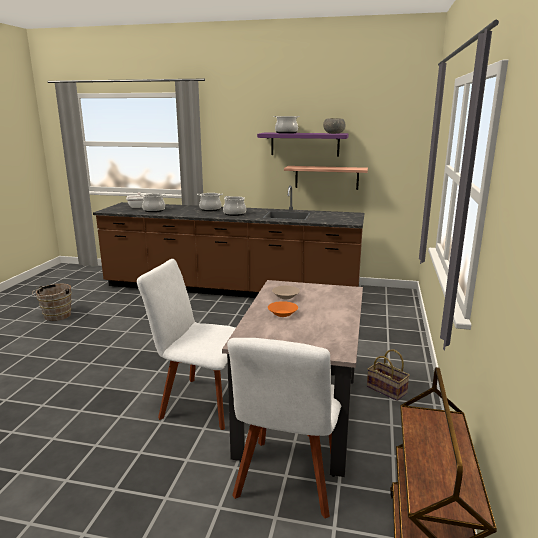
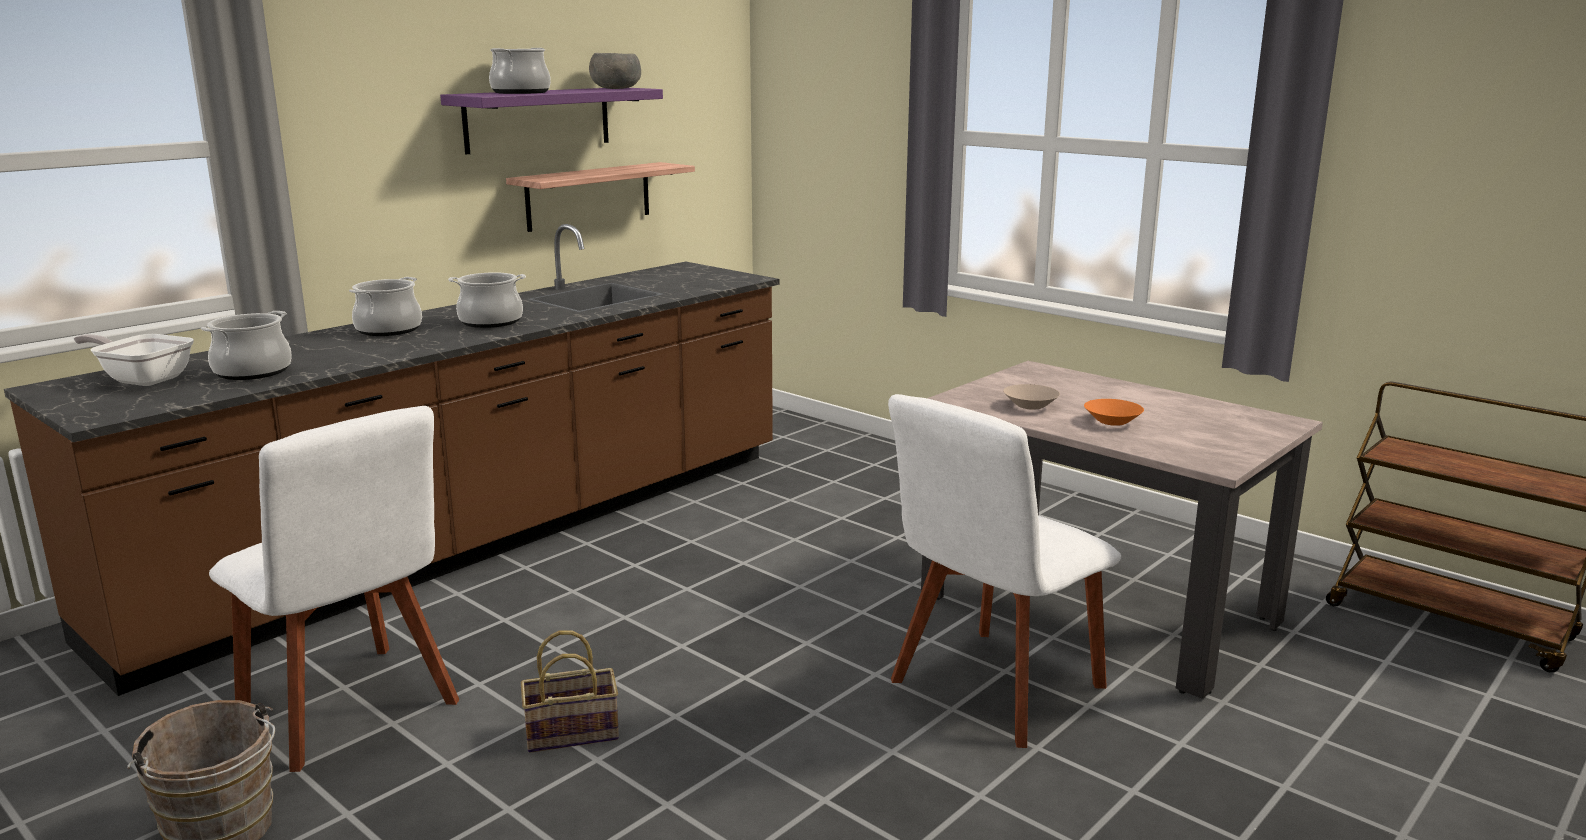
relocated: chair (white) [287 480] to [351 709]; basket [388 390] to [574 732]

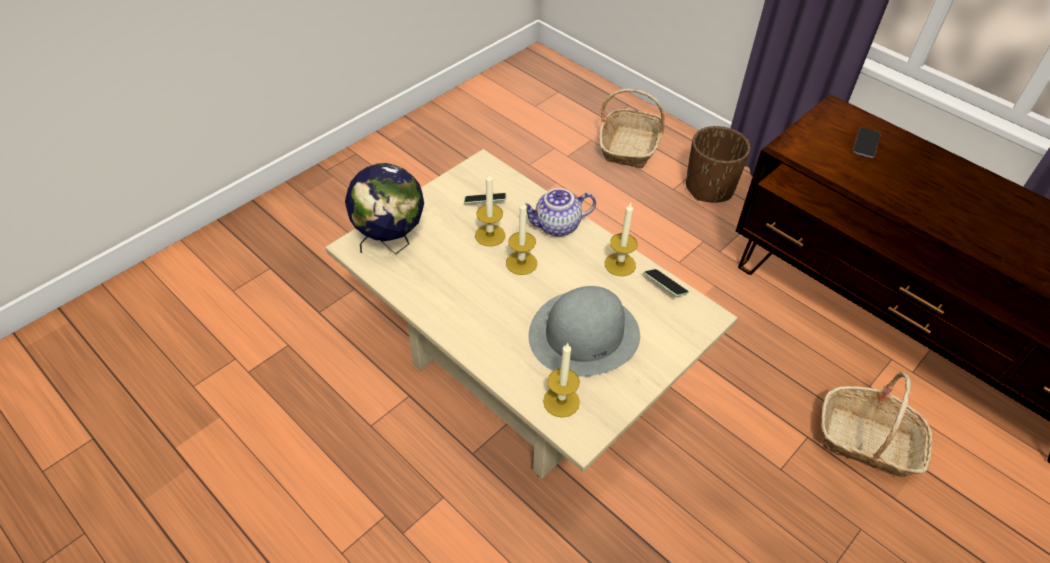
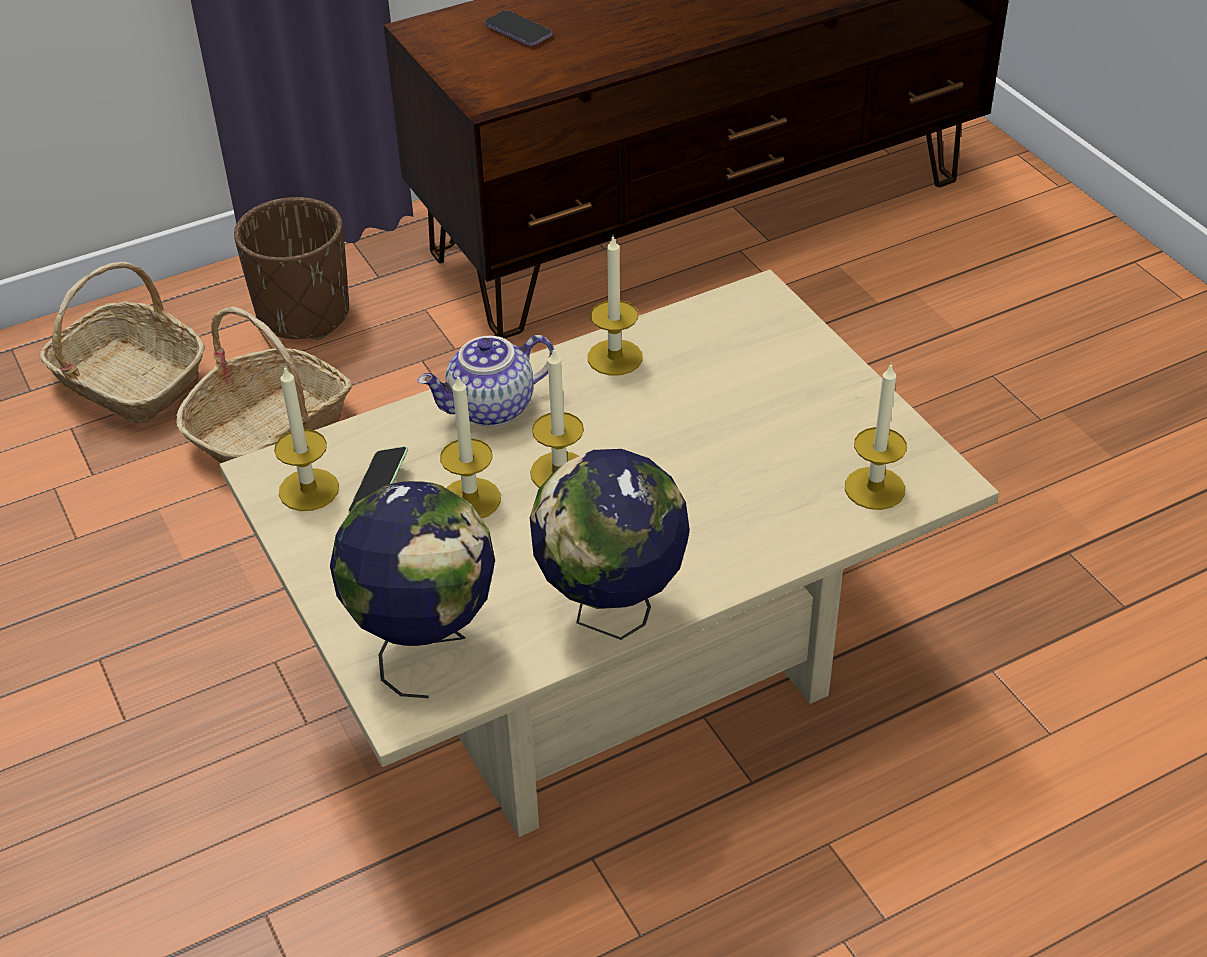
missing: hat (grey) [584 334]; phone [664 286]
appeared: candle [308 490]; globe [611 612]
relocated: basket [868 441] to [270 429]
spun: teapot [557 226] = [491 409] 60 degrees clockwise

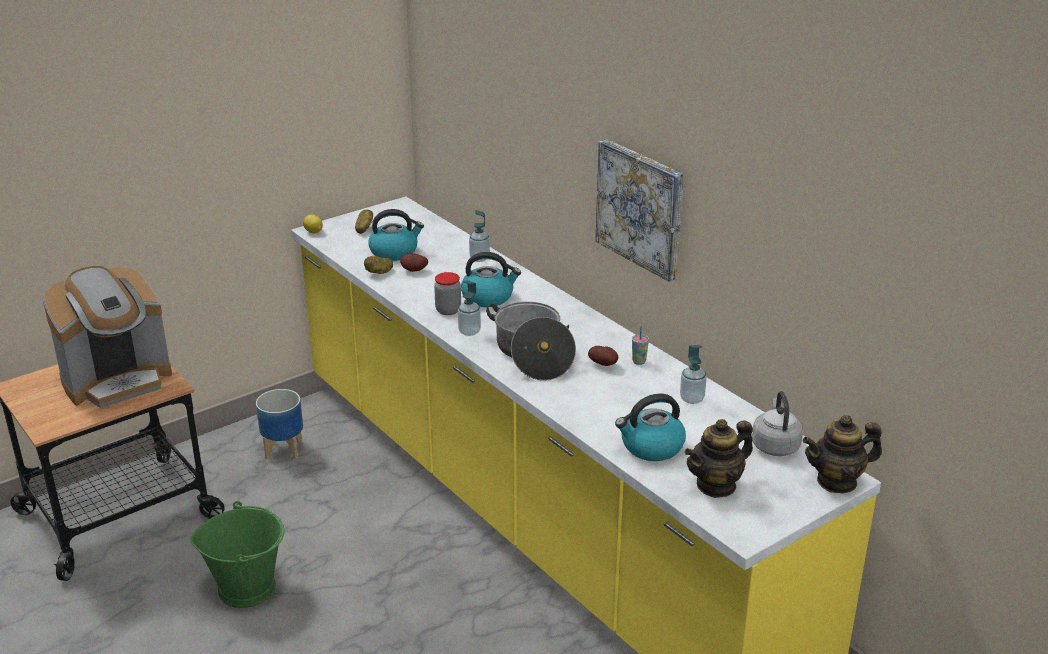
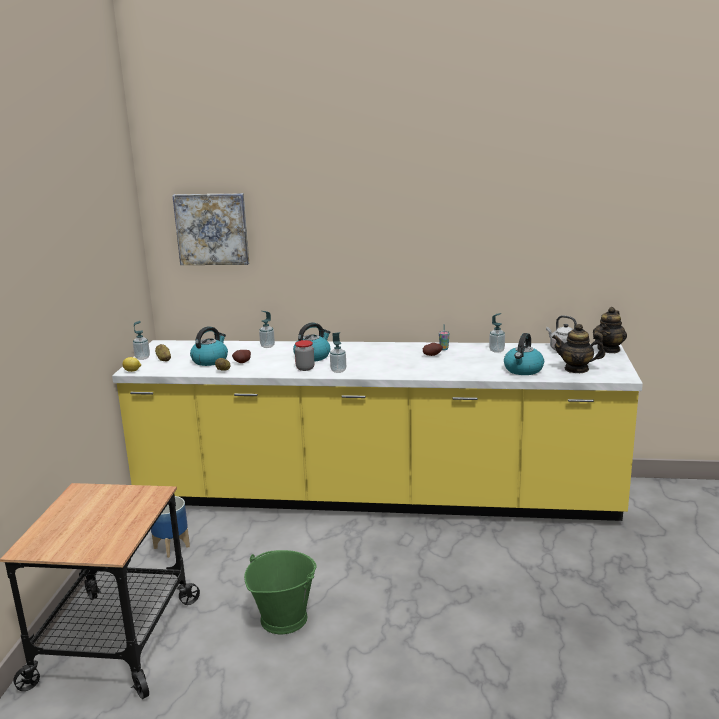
missing: coffee machine [117 380]; cooking pot [532 355]
appeared: soap dispenser [142 358]
relocated: picture [641 208] to [212 229]
spun: teapot [716 485] = [576 369] 90 degrees clockwise

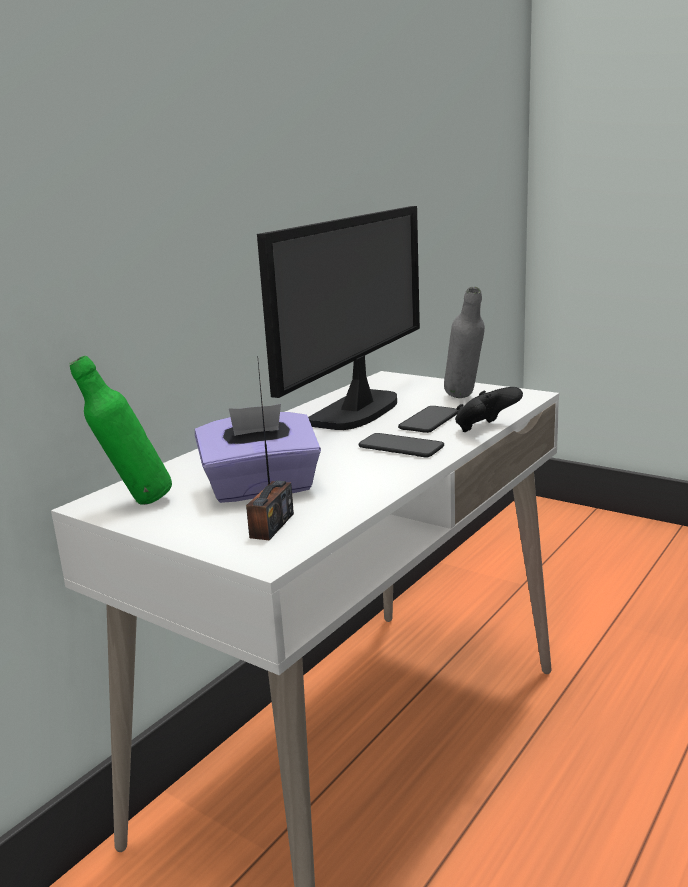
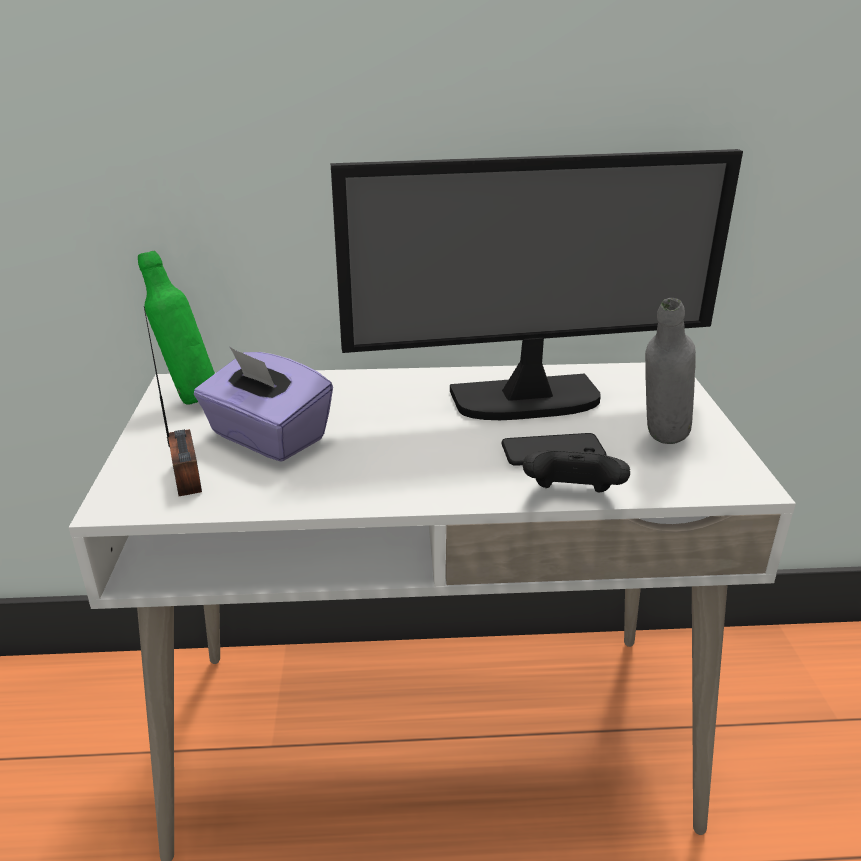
missing: phone [401 447]
spun: radio [271 525] = [186 477] 90 degrees counterclockwise

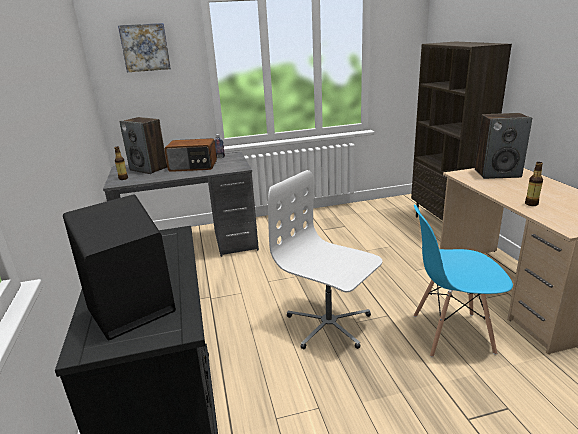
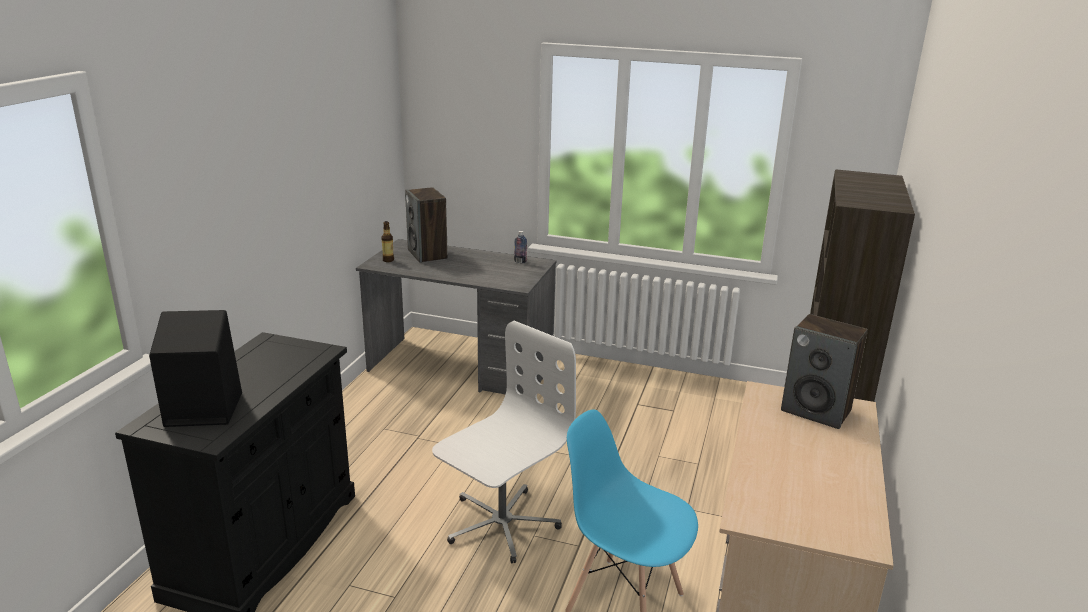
missing: picture [145 47]; radio [193 166]; bottle [531 204]
spun: office chair (white) [328 325] = [501 524] 60 degrees clockwise

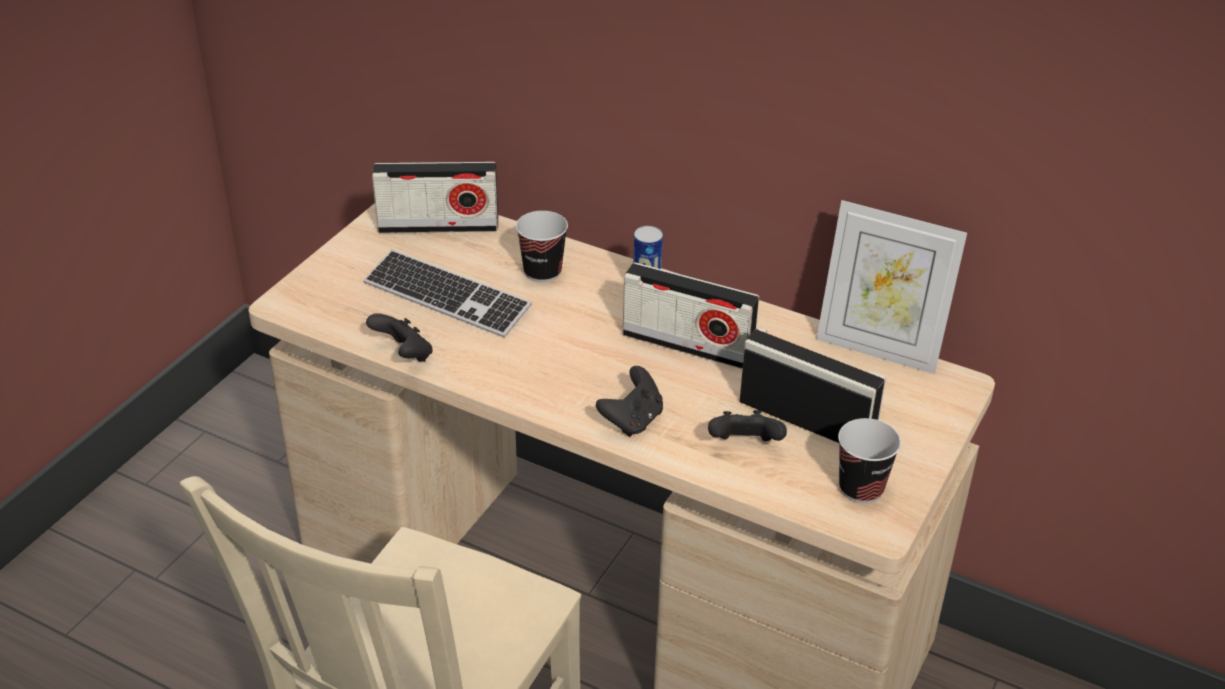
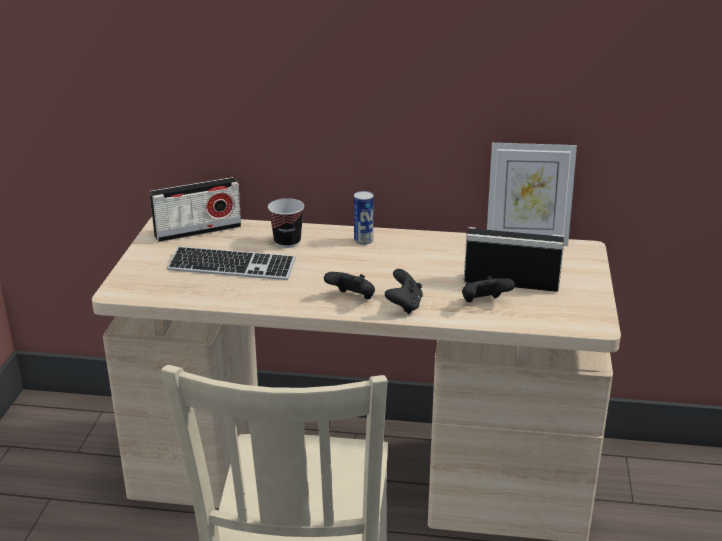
missing: radio [687 345]; cup [861 488]
relocated: game controller (black) [404 355] to [352 299]

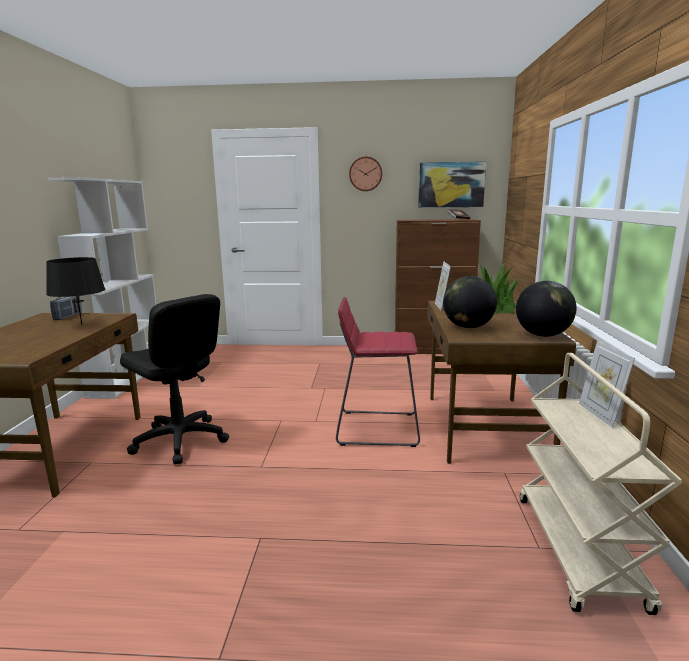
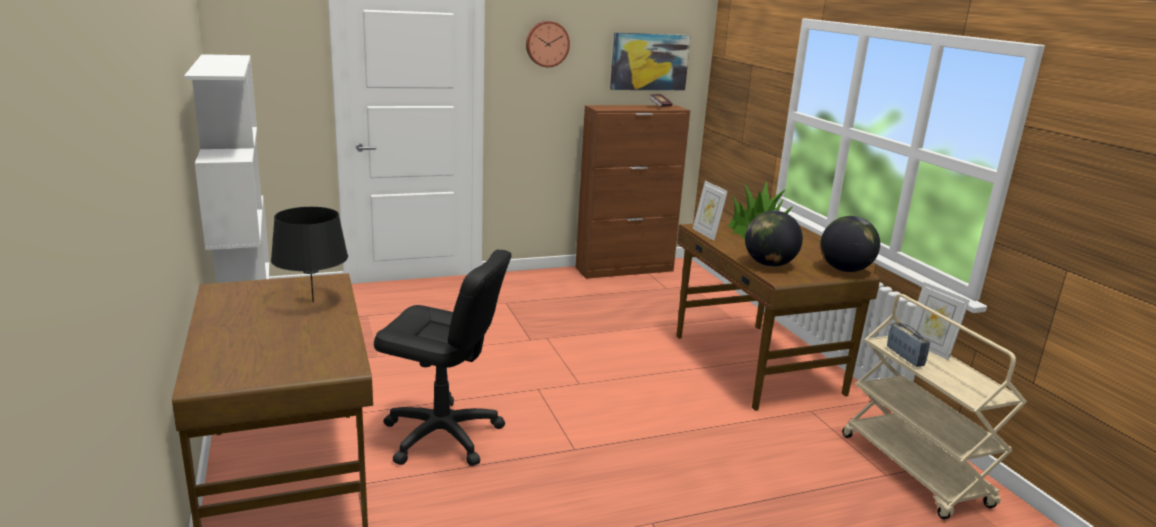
missing: stool (red) [377 428]
relocated: radio [68 317] to [905 356]

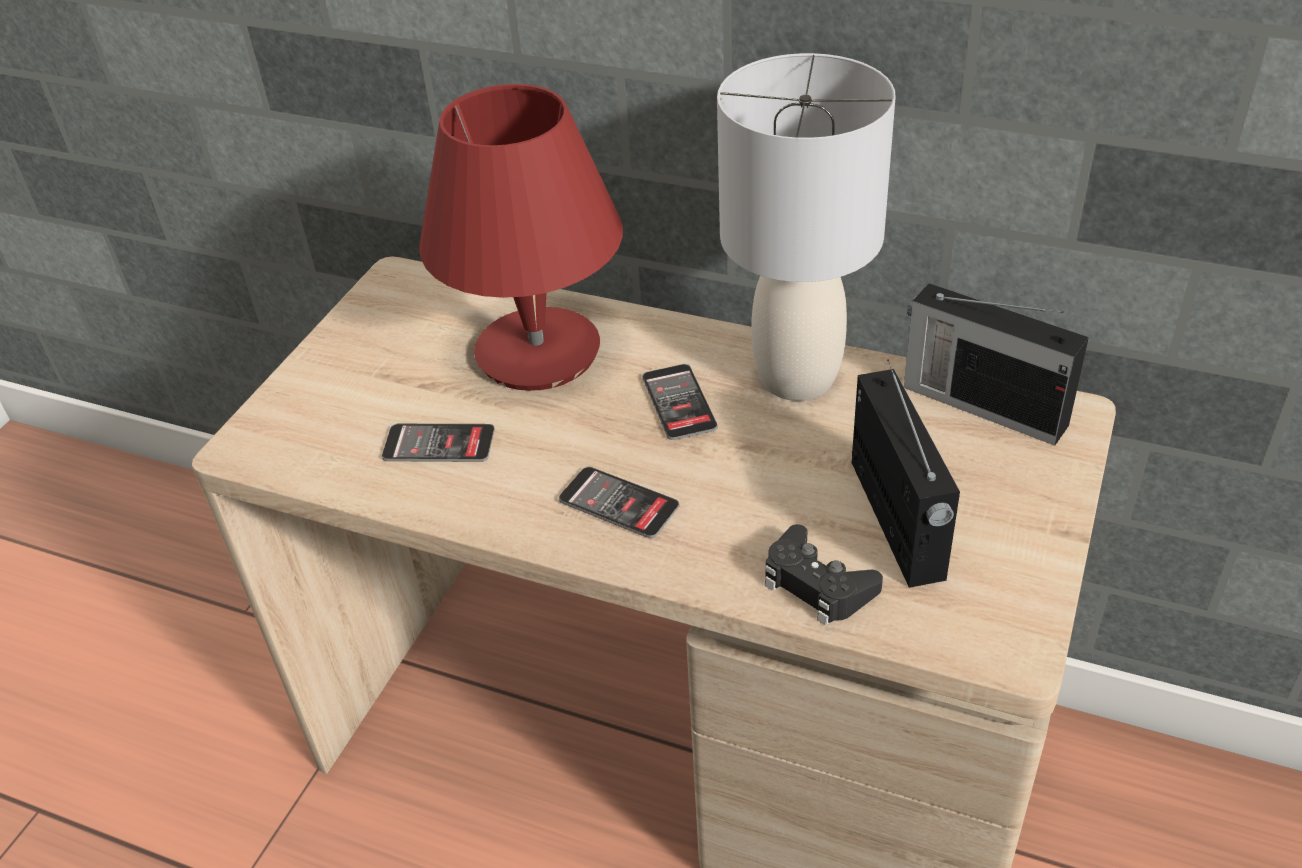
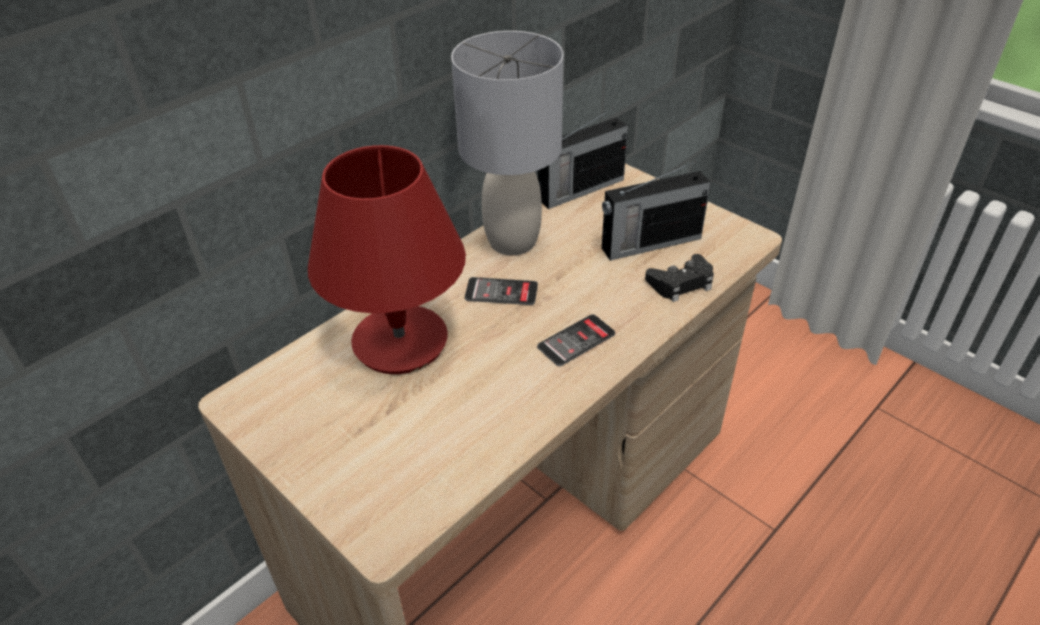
missing: phone [439 444]
spun: radio [897 521] = [649 243] 150 degrees clockwise

